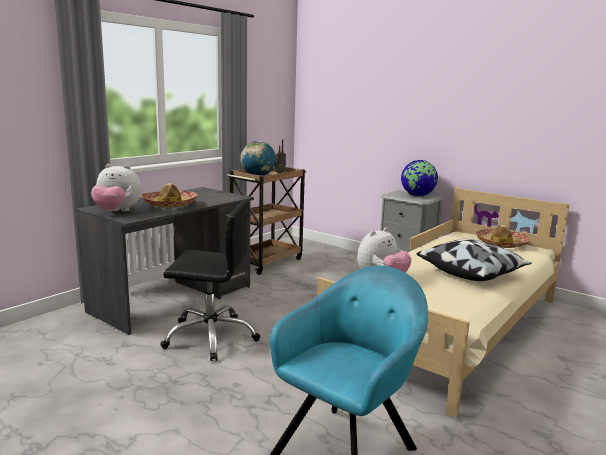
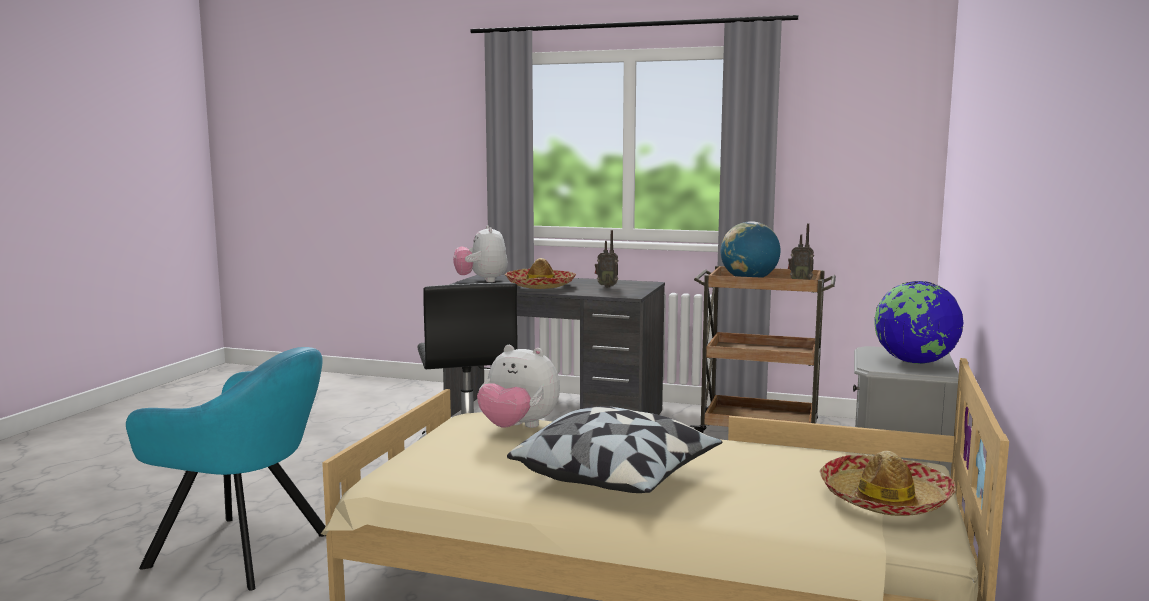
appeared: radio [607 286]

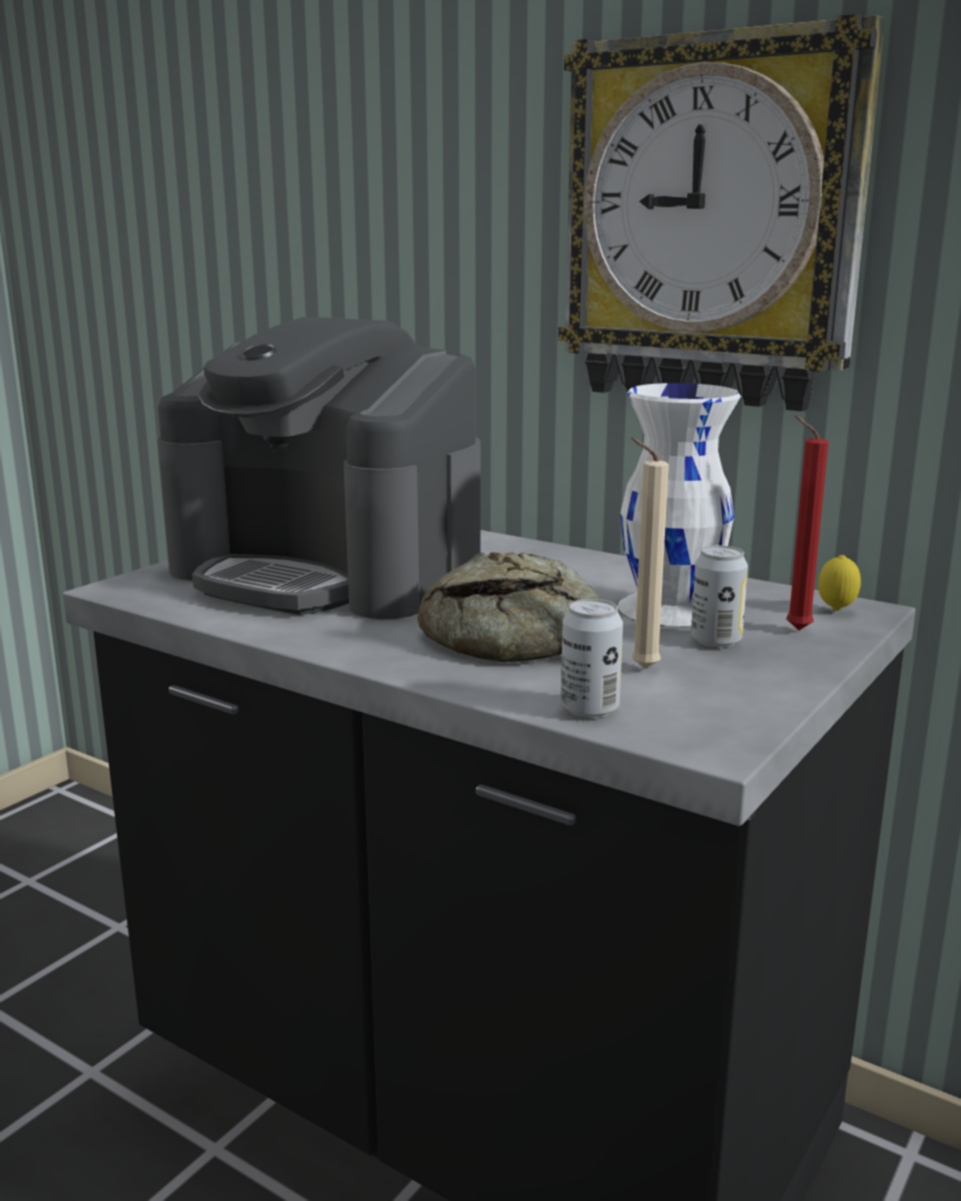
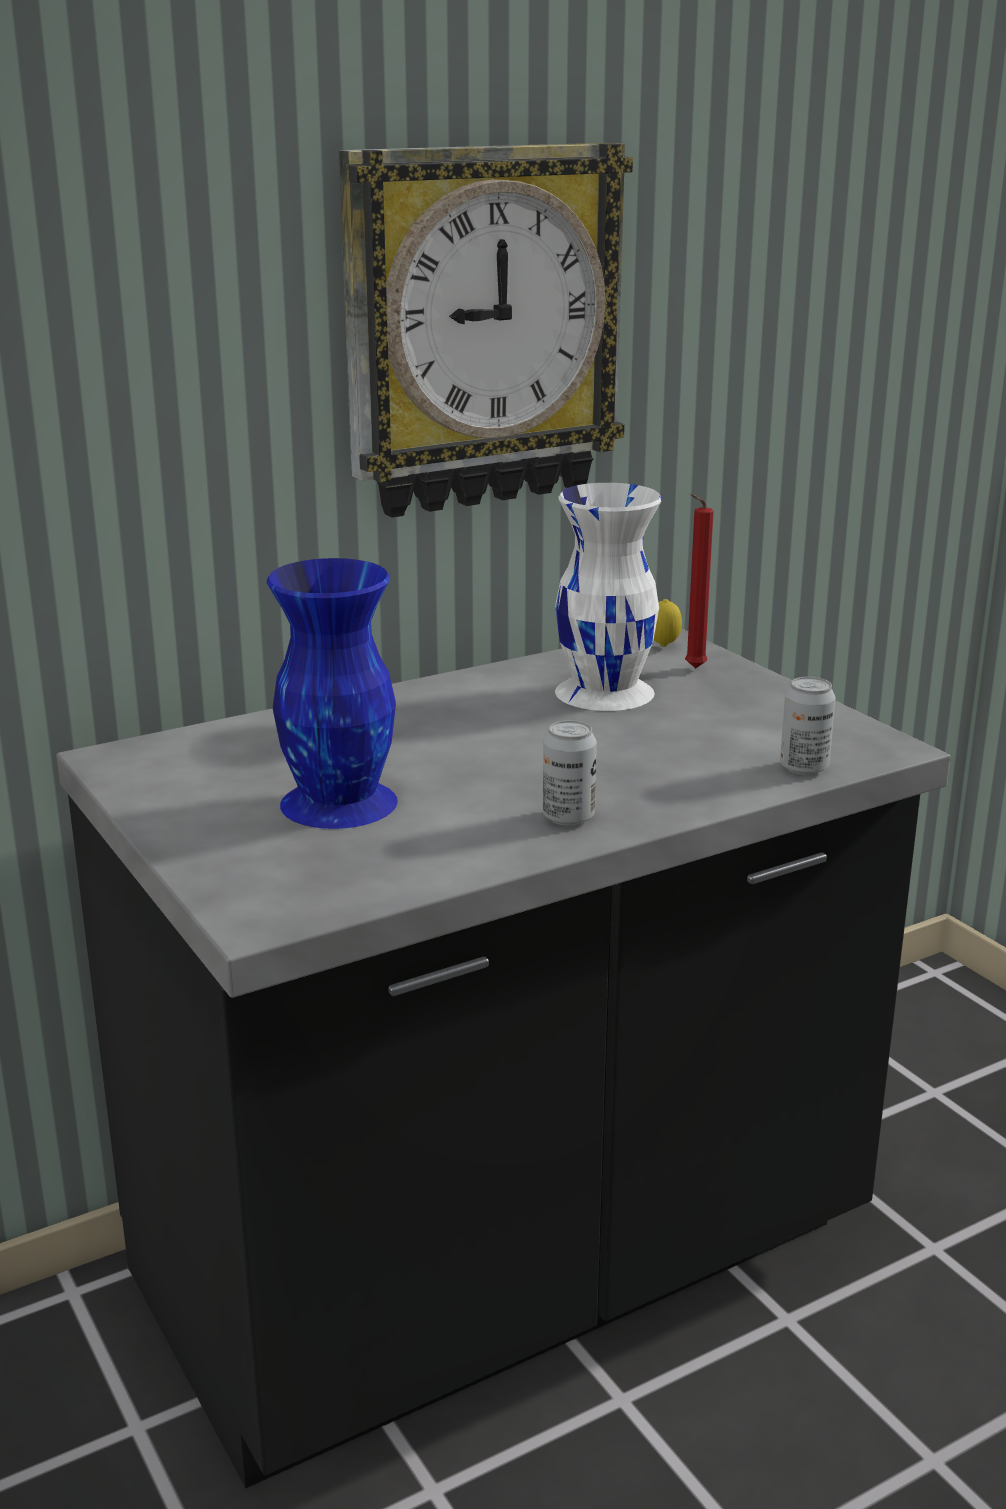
missing: bread [519 635]; candle (beige) [640 668]
relocated: can [716 641] to [568 817]
exchanged: coffee machine [329 572] to vase (blue) [340 801]

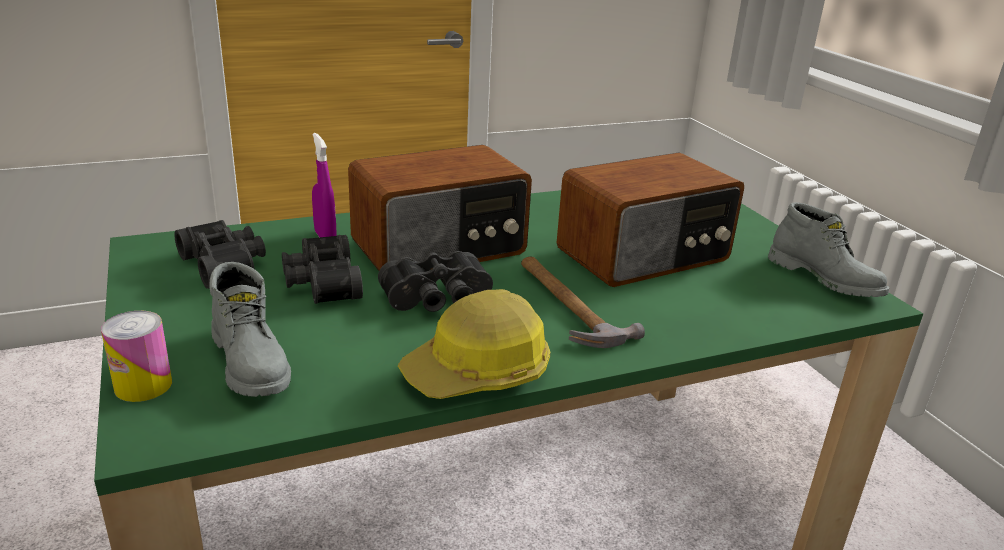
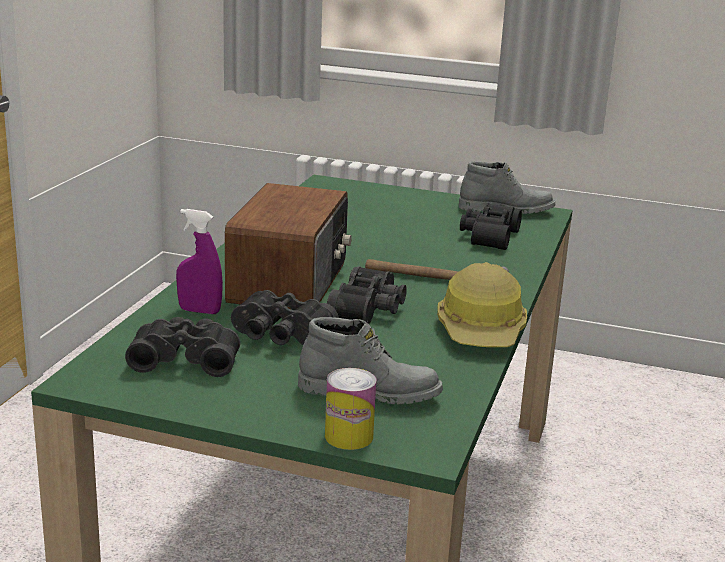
missing: radio [645 255]
appeared: binoculars (black) [487 236]

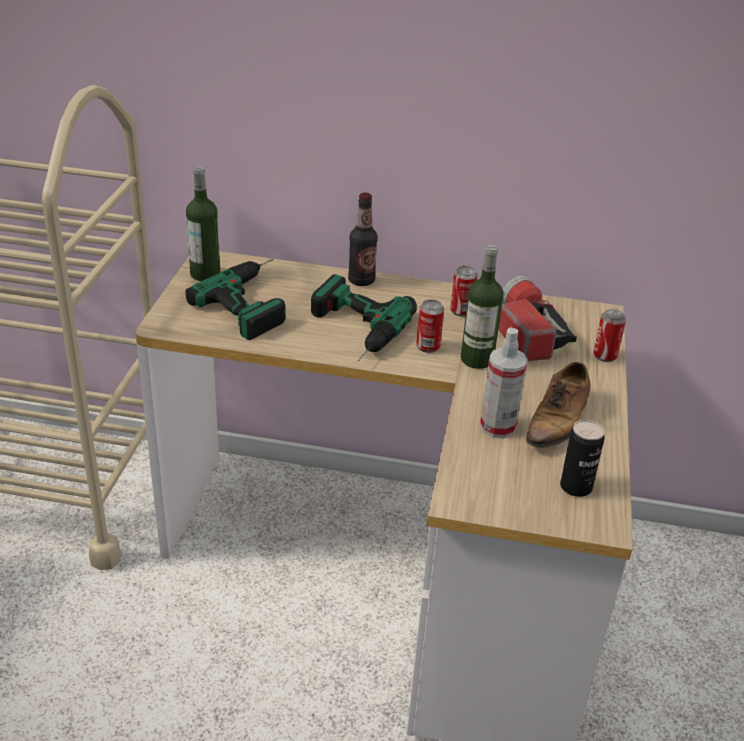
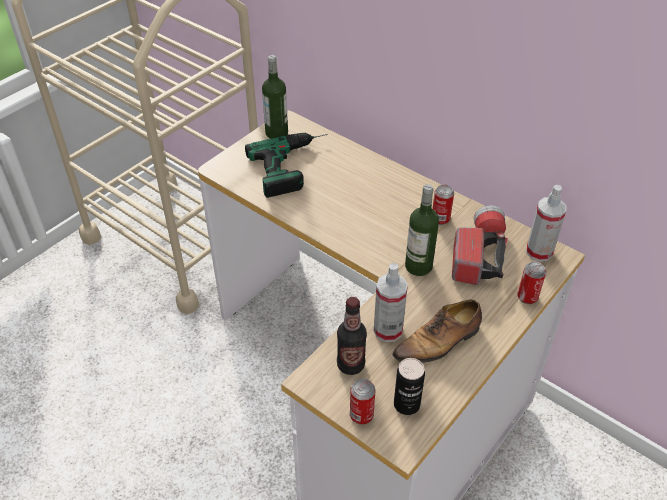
missing: power drill [350 330]
appeared: spray bottle [539 252]
relocated: bottle [361 281] to [350 365]; can [428 347] to [361 415]

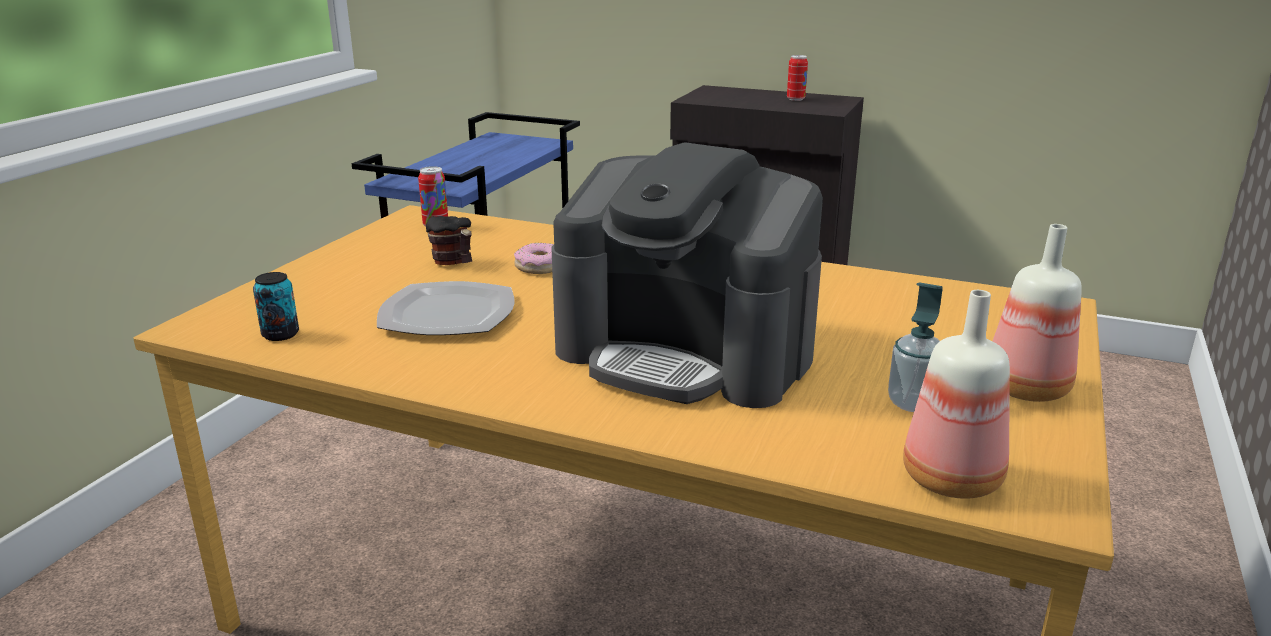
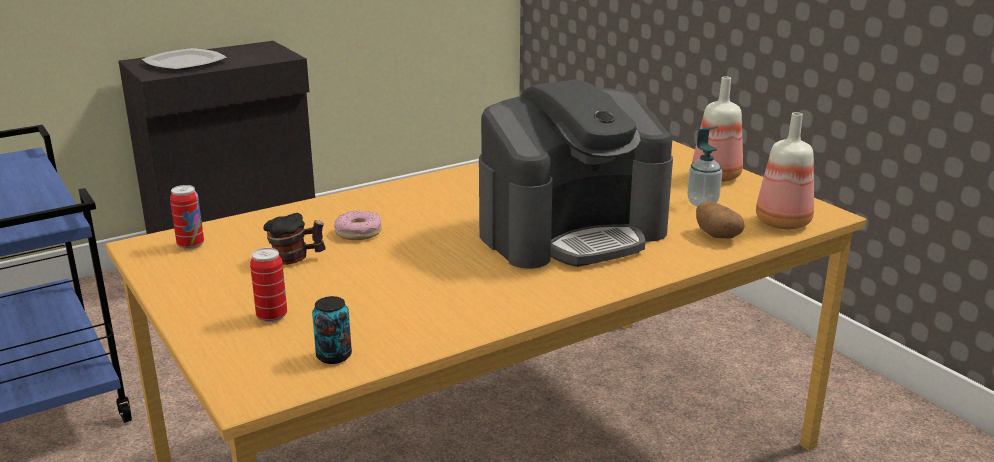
appeared: potato [718 236]
relocated: plate [448 315] to [186 63]; can [795 99] to [272 316]

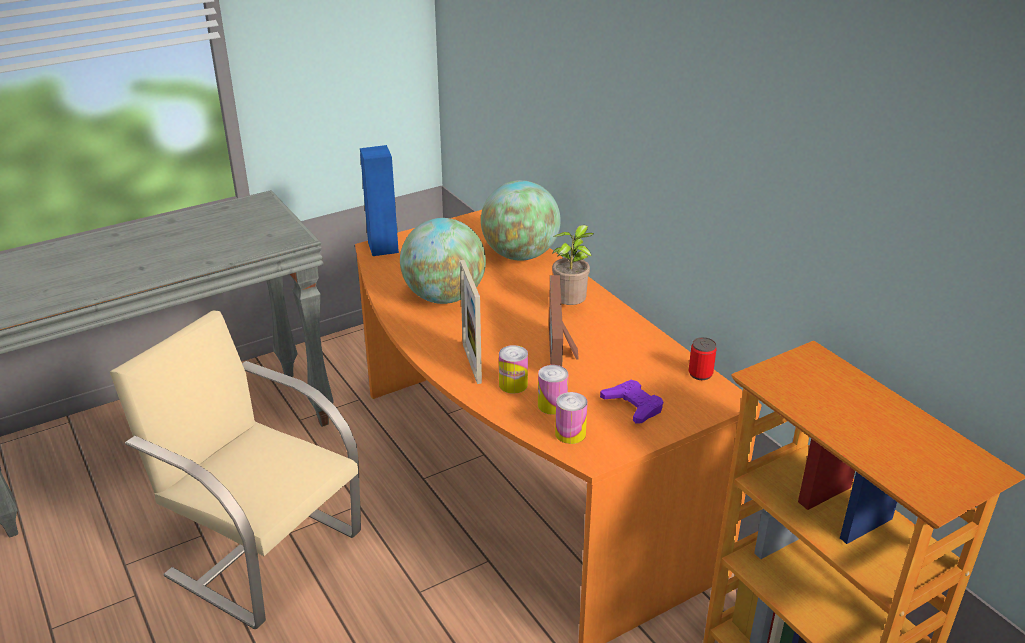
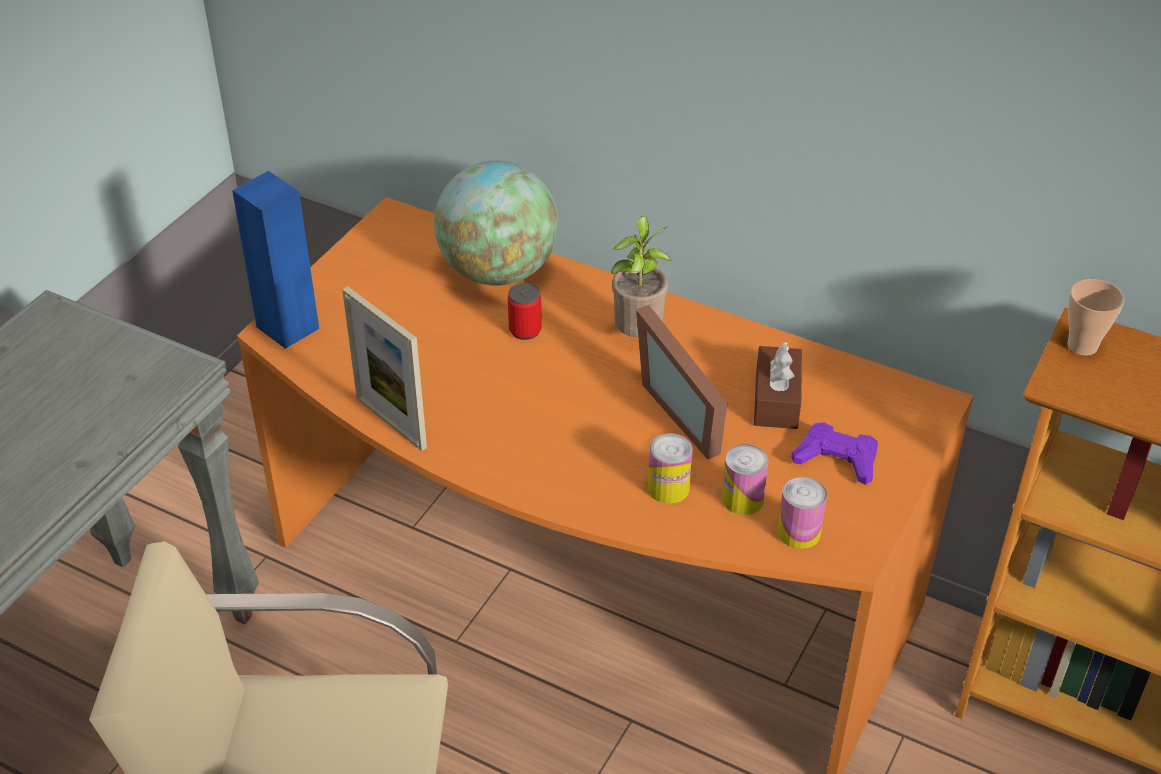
missing: globe [444 297]
appeared: tissue box (brown) [776 400]; cup [1082 346]
relocated: picture frame [471 363] to [391 423]; can [700 374] to [525 330]

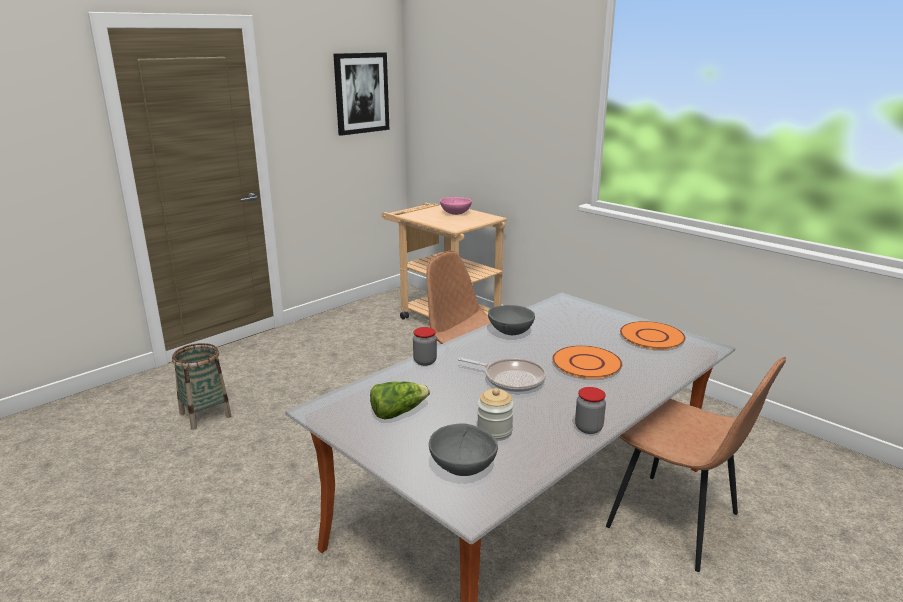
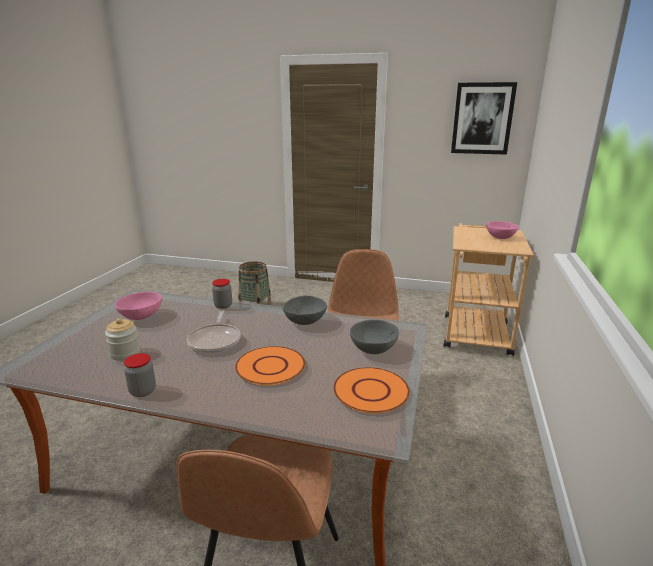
relocated: bowl (grey) [462 466] to [374 349]
exchanged: lettuce [398 412] to bowl (pink) [142 316]

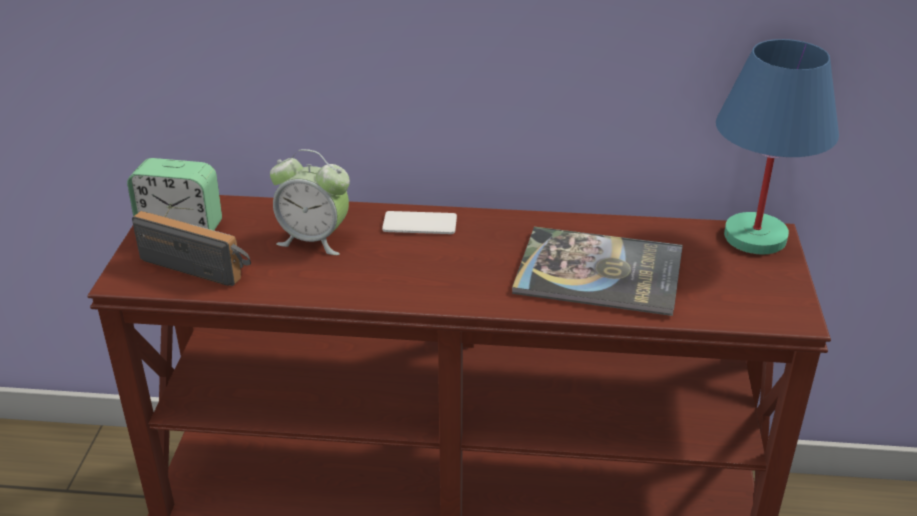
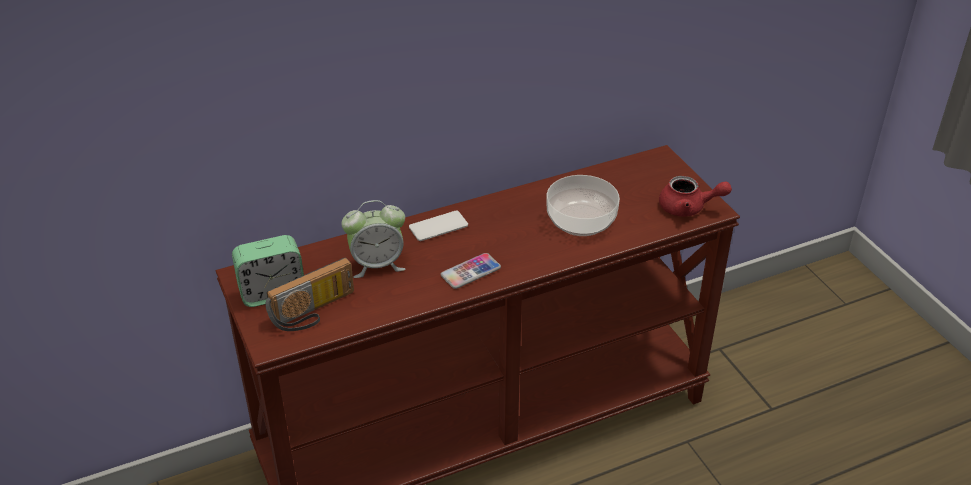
missing: table lamp (blue) [754 236]
appeared: phone [470 272]; teapot (red) [688 208]
exchanged: book [599 273] to bowl [582 221]
spun: radio [200 264] = [314 312] 150 degrees clockwise

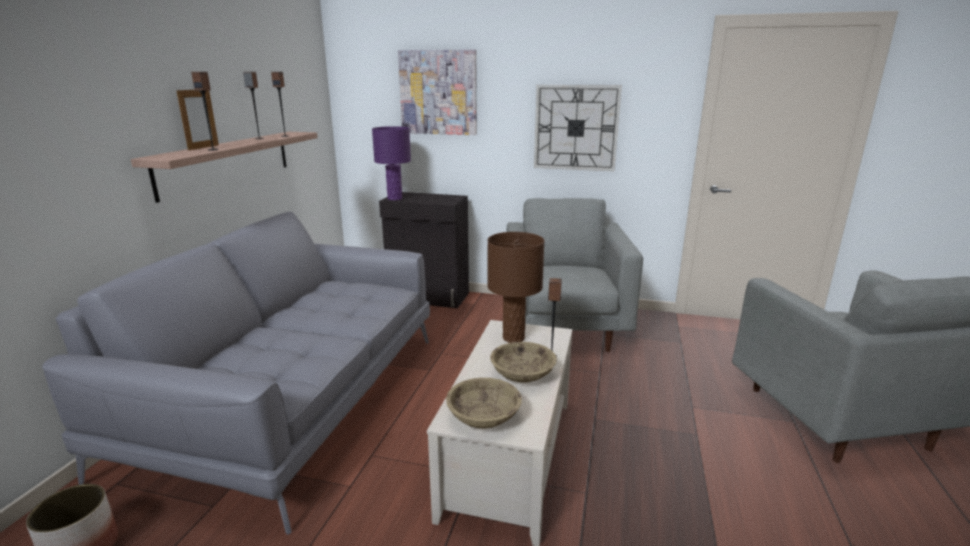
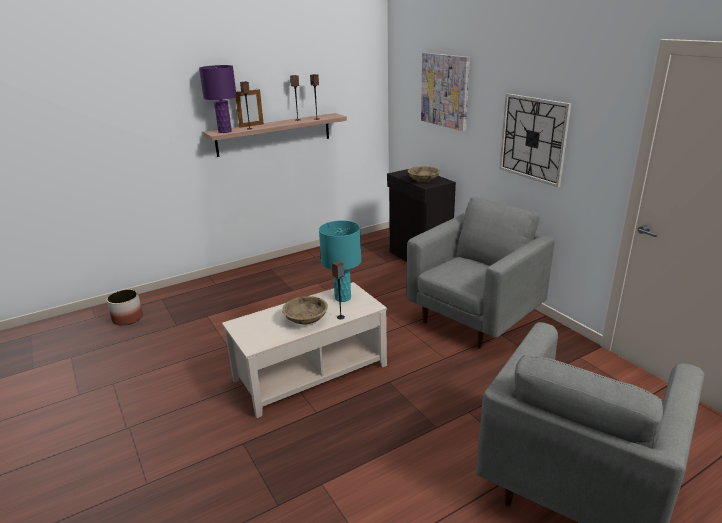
missing: sofa (grey) [293 397]
relocated: table lamp (purple) [394 198] to [224 131]; bowl (beige) [484 418] to [423 180]
colour: table lamp (brown) [513 338] to table lamp (turquoise) [342 298]

